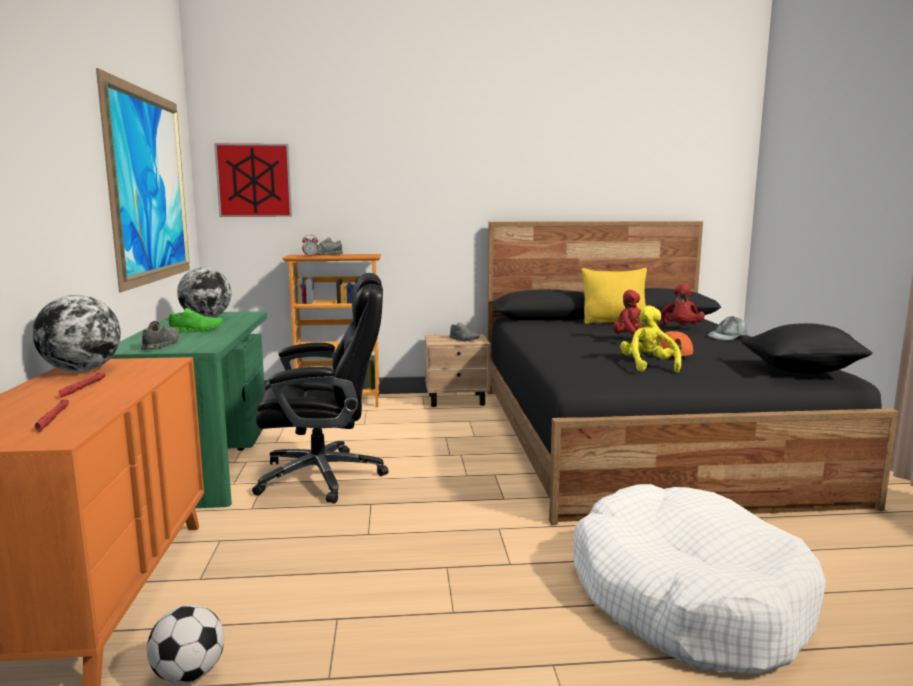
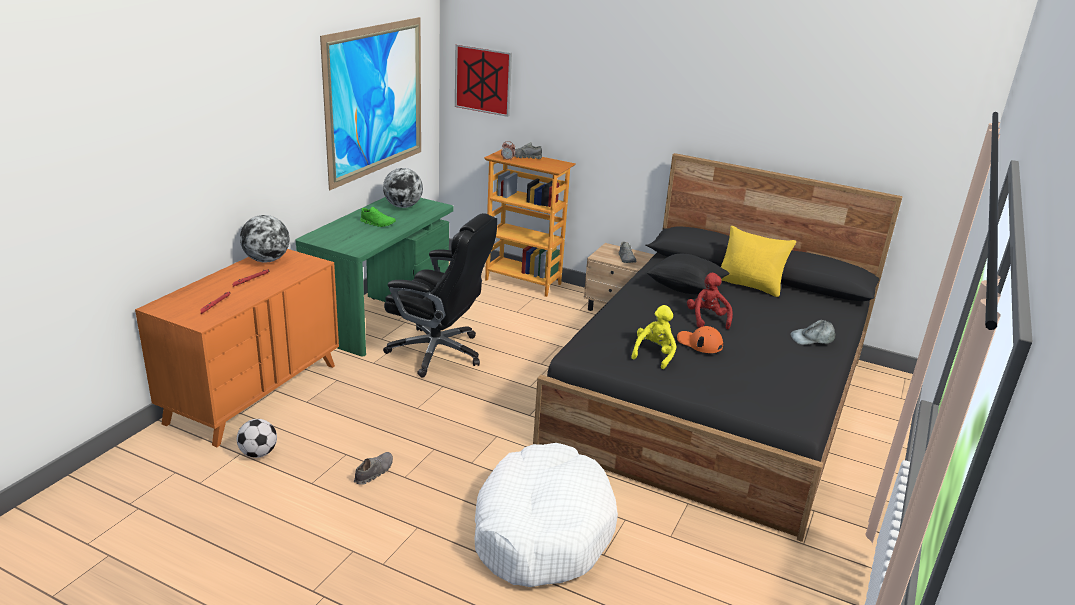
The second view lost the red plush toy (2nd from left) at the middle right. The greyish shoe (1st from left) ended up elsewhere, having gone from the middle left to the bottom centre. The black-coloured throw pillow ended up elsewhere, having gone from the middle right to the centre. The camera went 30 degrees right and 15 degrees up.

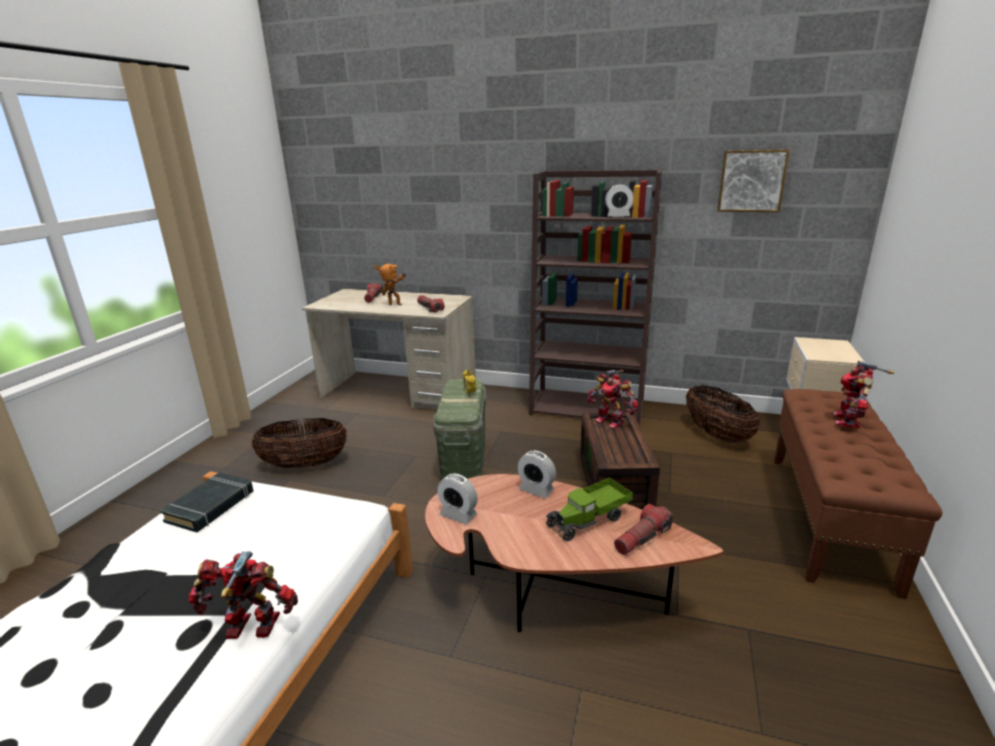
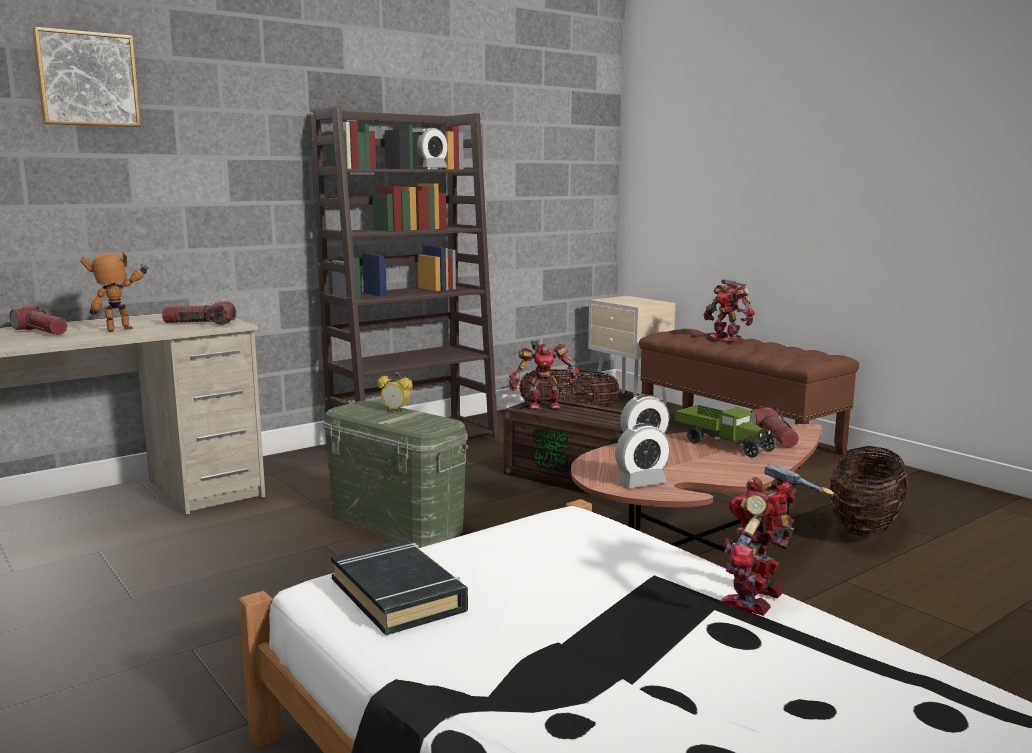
The picture ended up elsewhere, having gone from the top right to the top left. The household basket (1st from left in the first image) ended up elsewhere, having gone from the middle left to the middle right. The toy lorry at the bottom centre ended up facing another way, 45 degrees counterclockwise from before. The camera went 55 degrees left and 10 degrees down.

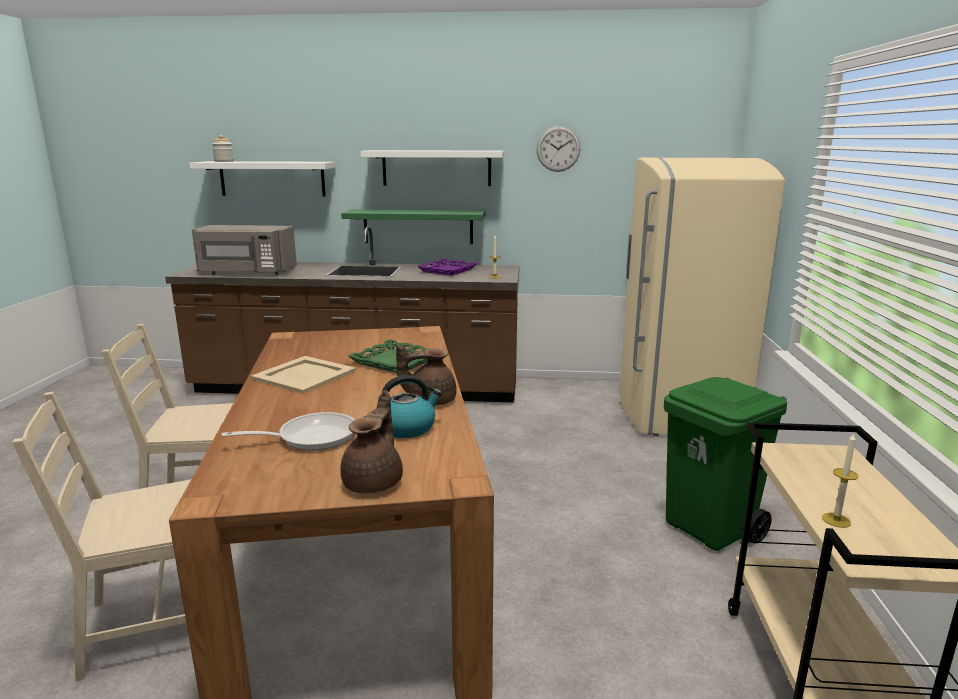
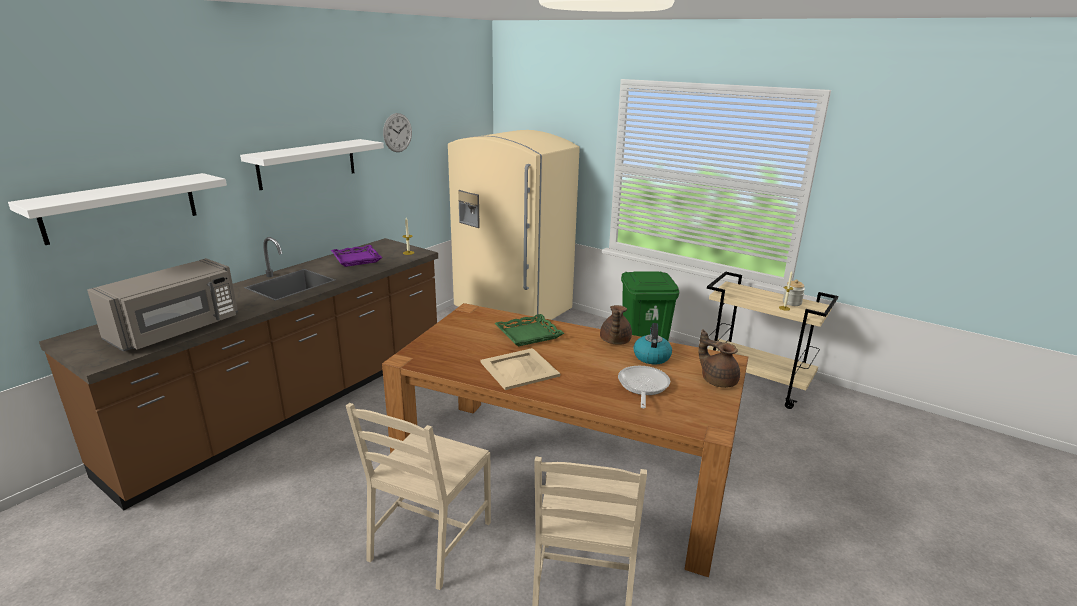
The preserve jar ended up elsewhere, having gone from the top left to the middle right. The second view lost the greenish shelf at the top centre. The camera went 60 degrees left and 5 degrees up.

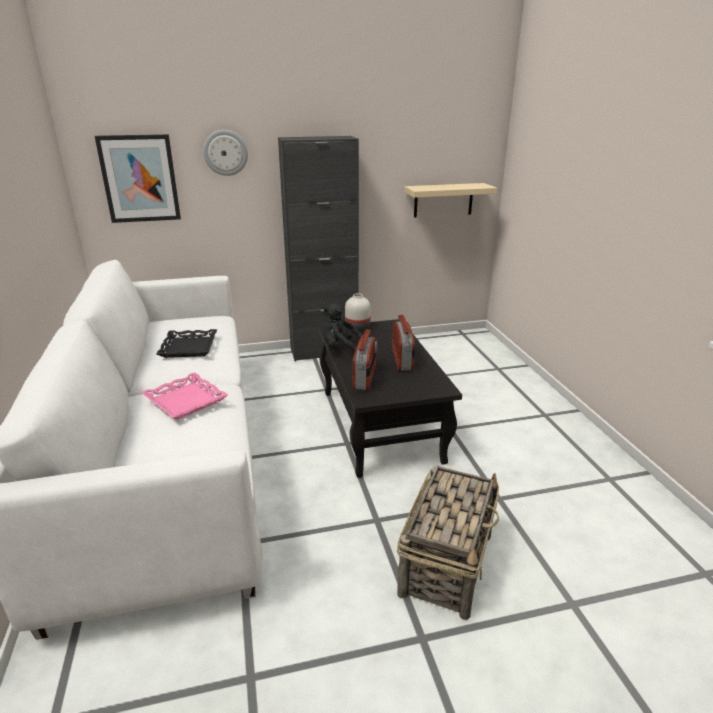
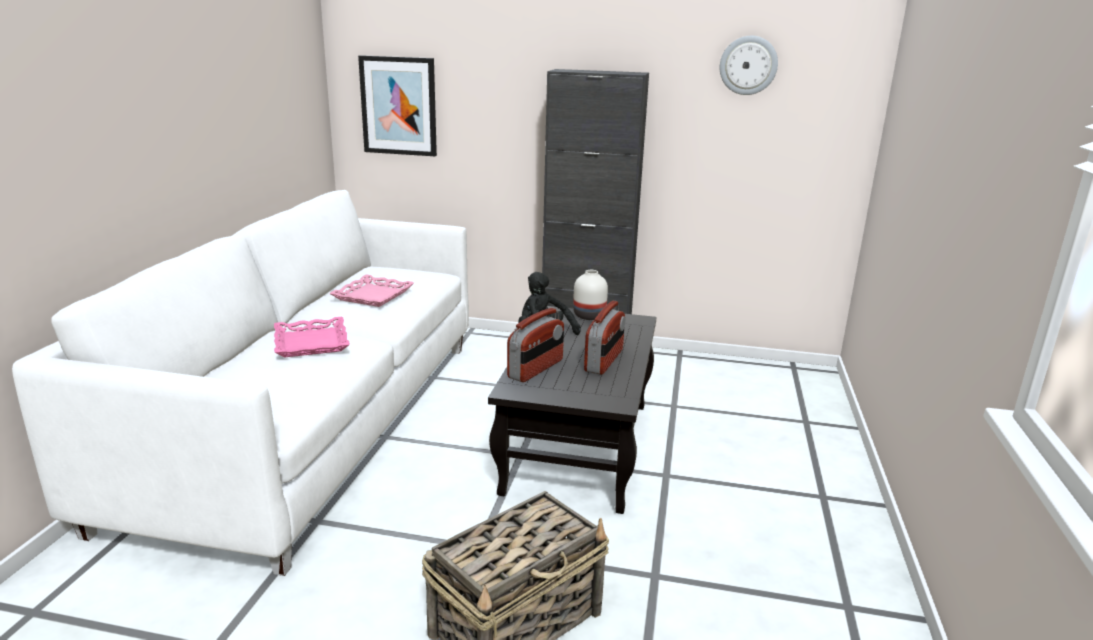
The clock on the wall ended up elsewhere, having gone from the top left to the top right. The second view lost the beige shelf at the top centre. What was the black-coloured carrying tray at the middle left turned into the pinkish carrying tray (2nd from left) at the centre. The camera went 25 degrees right and 5 degrees down.

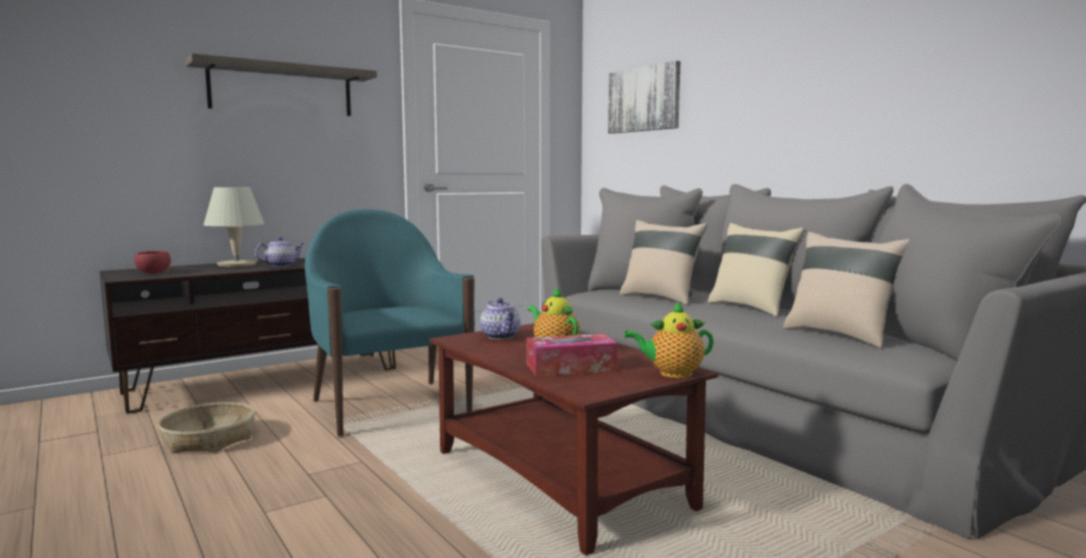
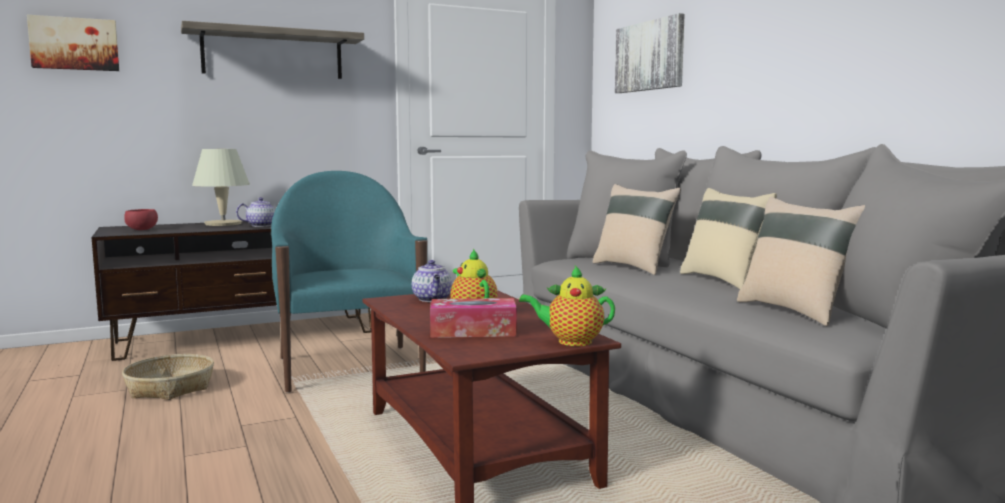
The second view gained the picture (1st from left) at the top left. The camera went 10 degrees right and 0 degrees up.

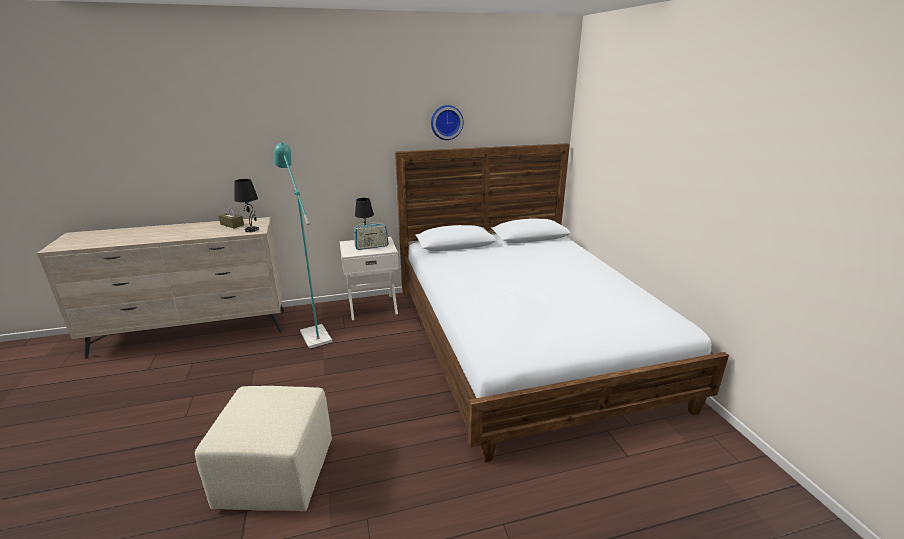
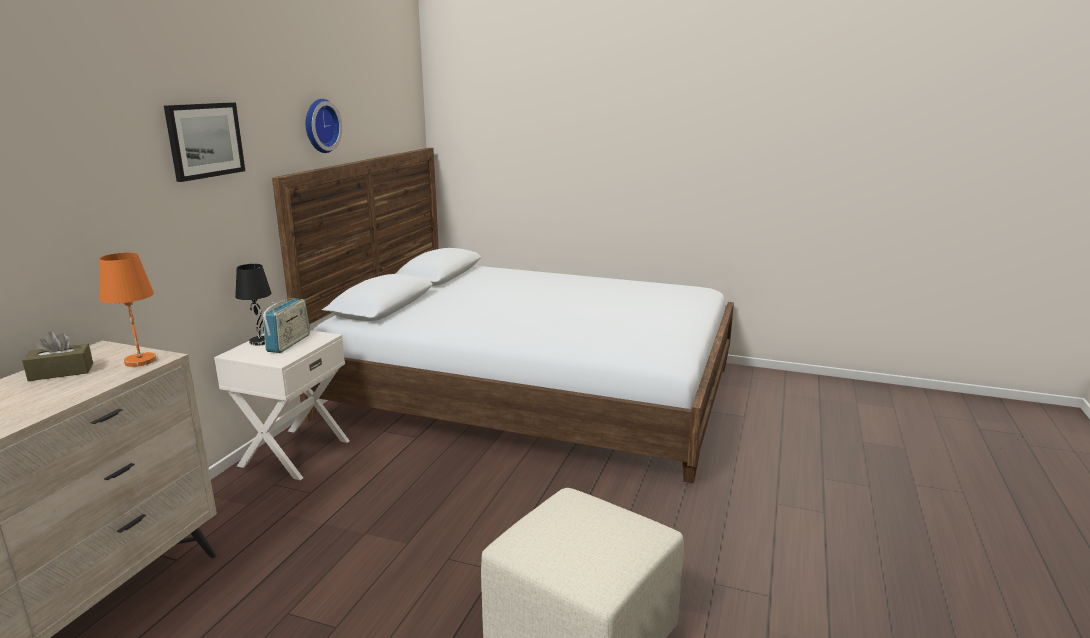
The second view lost the turquoise-coloured floor lamp at the centre. What was the black-coloured tabletop lamp (1st from left) at the middle left turned into the orange-coloured tabletop lamp at the middle left. The second view gained the picture at the top left. The camera went 55 degrees left and 5 degrees down.

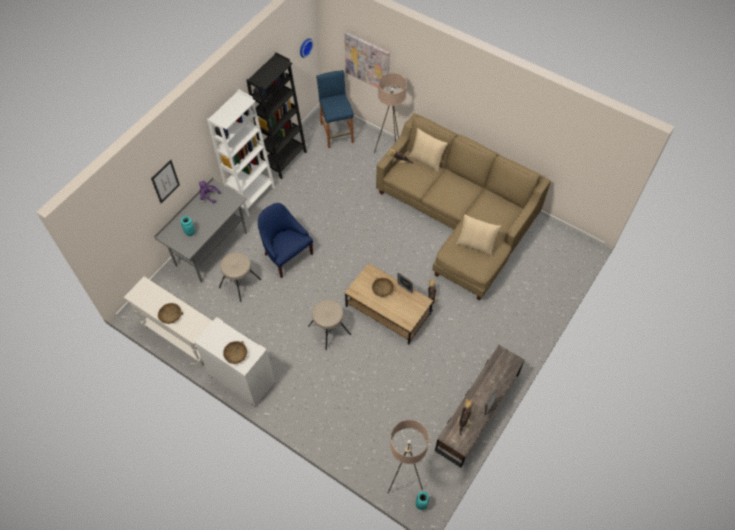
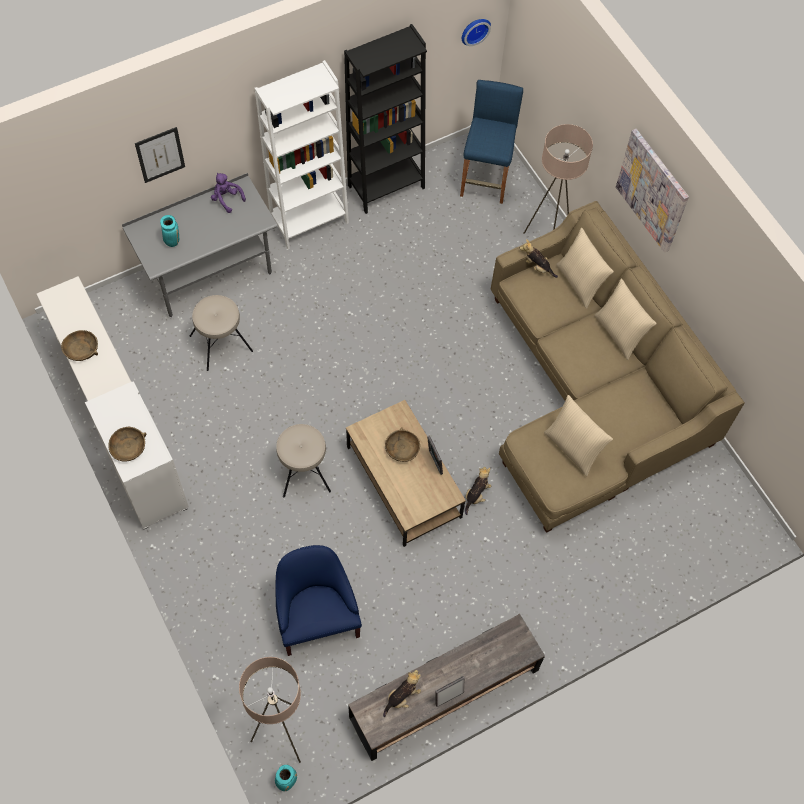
The picture (2nd from left) ended up elsewhere, having gone from the top centre to the top right. The bluish armchair ended up elsewhere, having gone from the centre to the bottom centre. The second view gained the beige throw pillow (3rd from left) at the middle right. The camera went 25 degrees right and 5 degrees up.

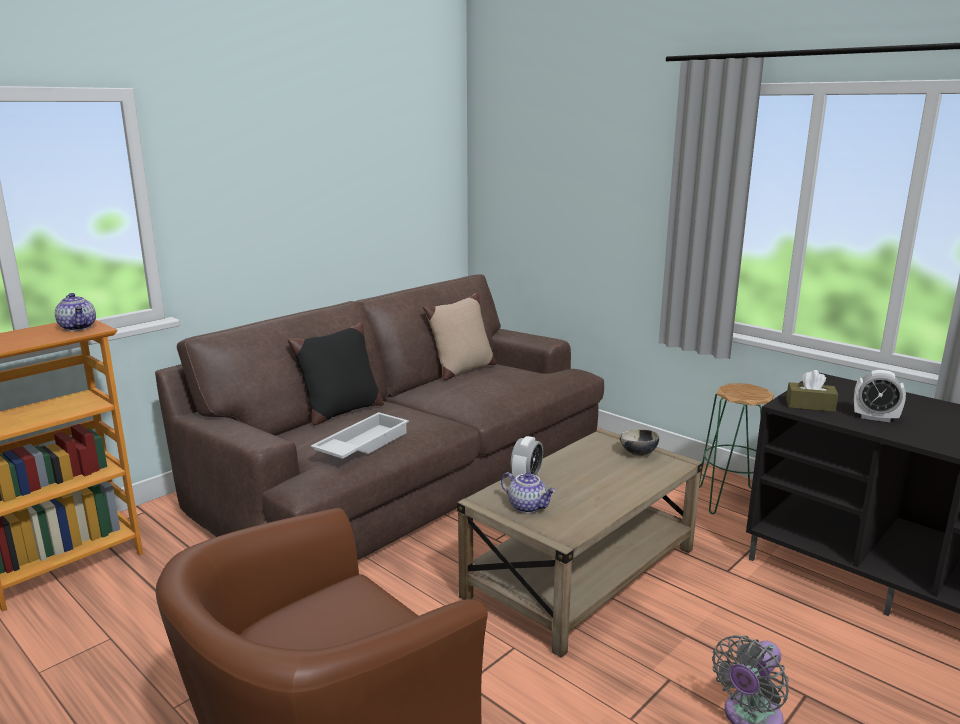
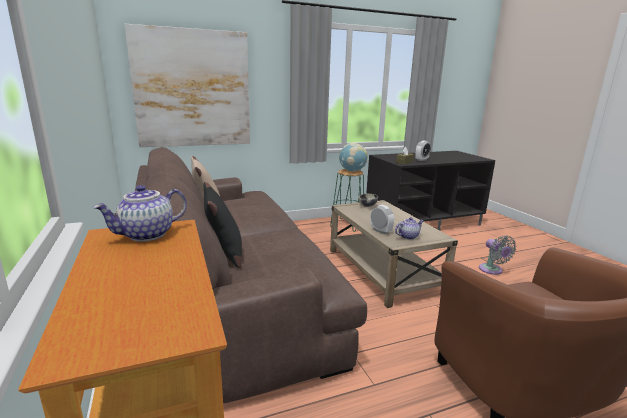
The tea pot (1st from left) at the middle left ended up facing another way, 150 degrees clockwise from before. The second view lost the whitish carrying tray at the centre. The second view gained the picture at the top left. The second view gained the world globe at the centre. The camera went 65 degrees left and 0 degrees up.

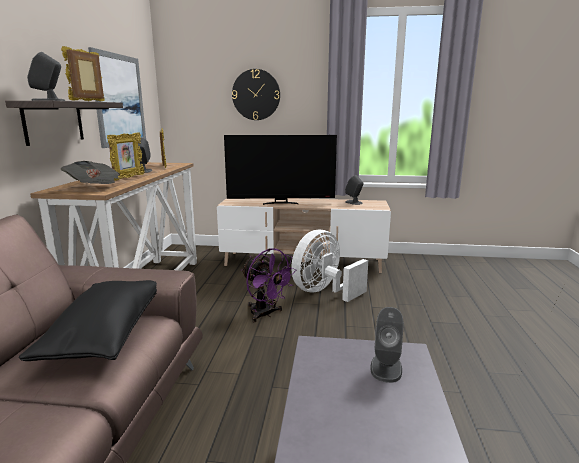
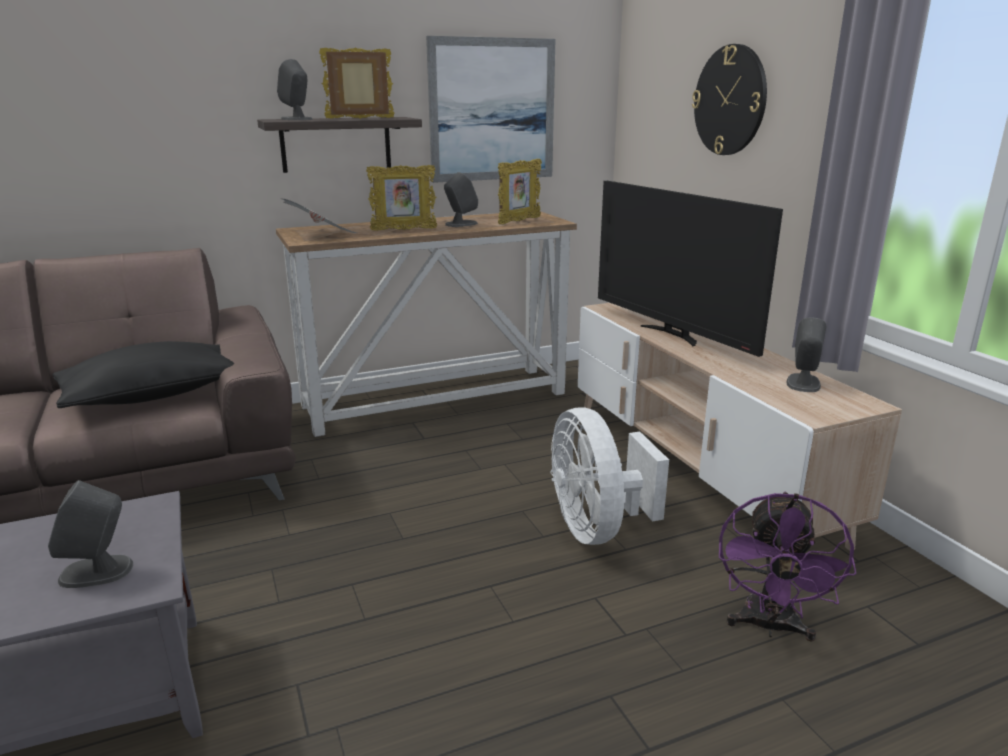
The whitish fan at the centre ended up facing another way, 120 degrees counterclockwise from before. The purple-coloured fan ended up elsewhere, having gone from the centre to the bottom right. The camera went 60 degrees right and 5 degrees up.

